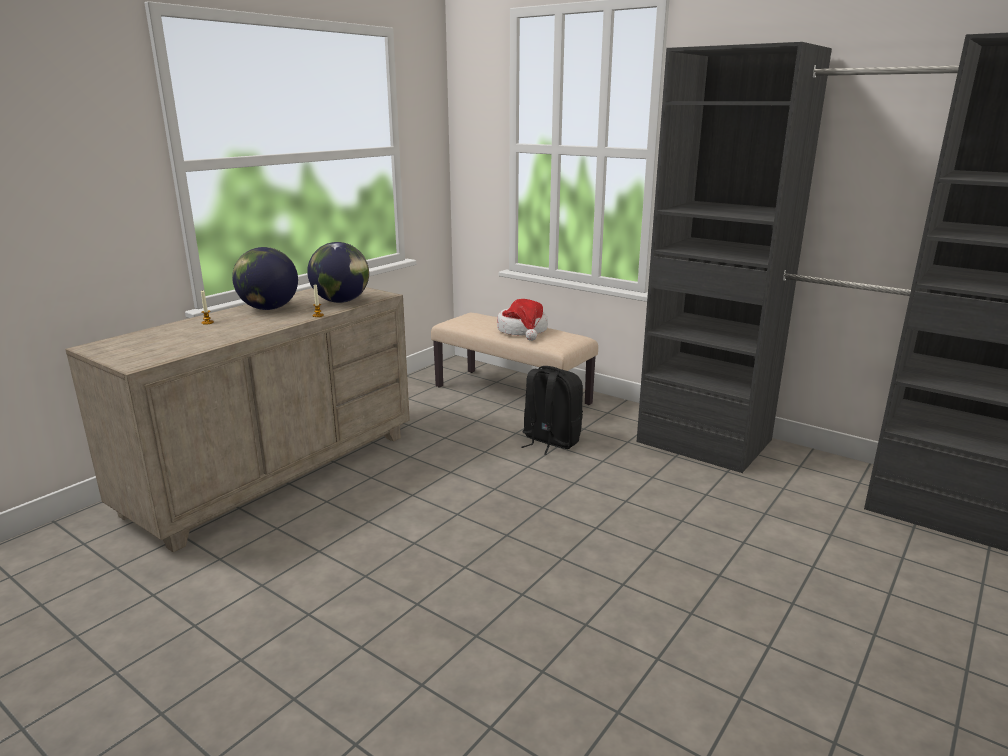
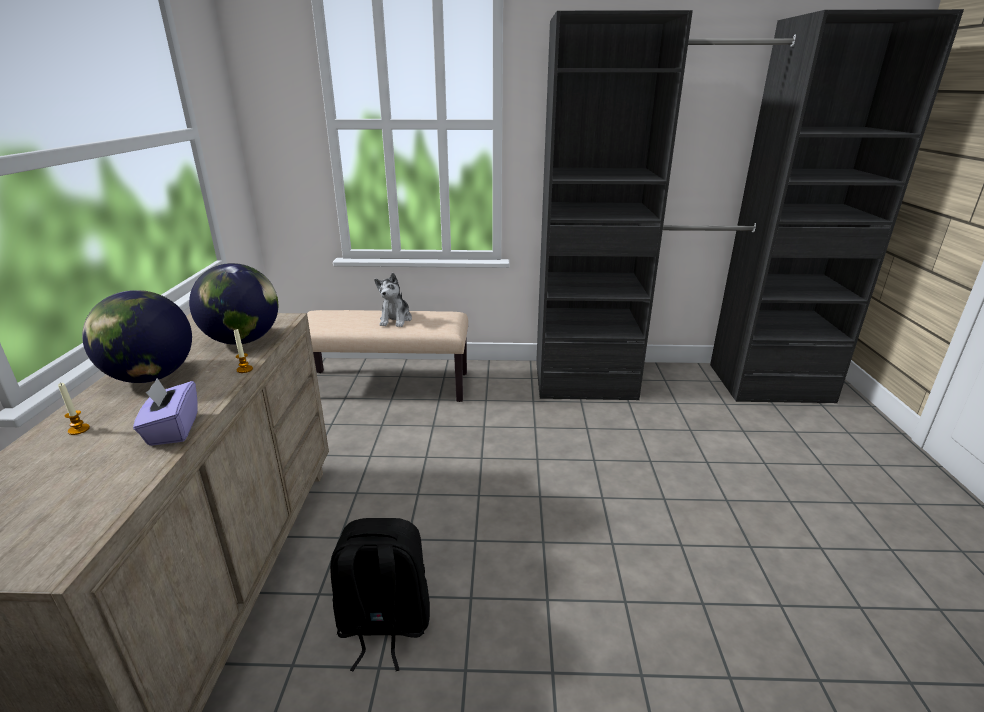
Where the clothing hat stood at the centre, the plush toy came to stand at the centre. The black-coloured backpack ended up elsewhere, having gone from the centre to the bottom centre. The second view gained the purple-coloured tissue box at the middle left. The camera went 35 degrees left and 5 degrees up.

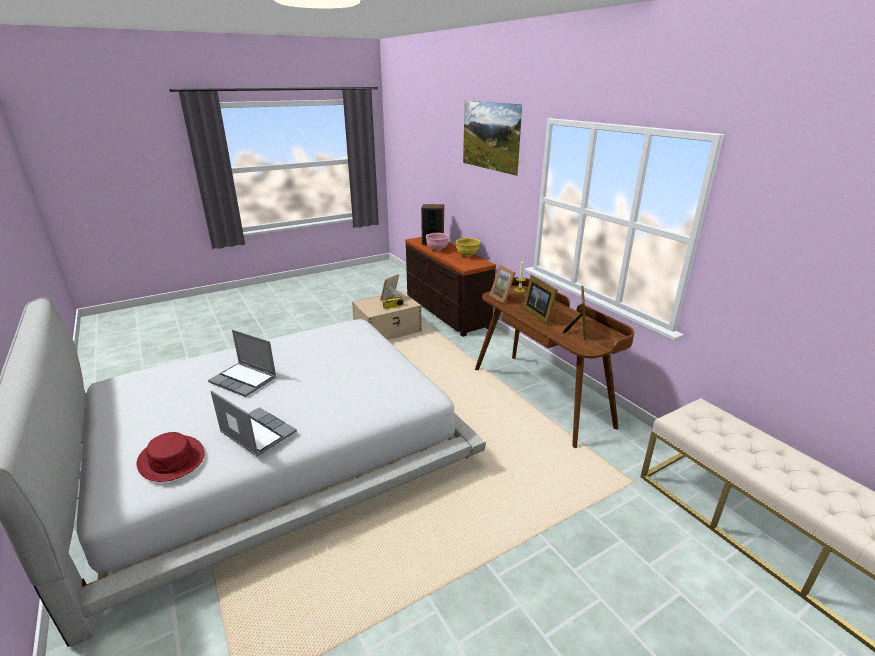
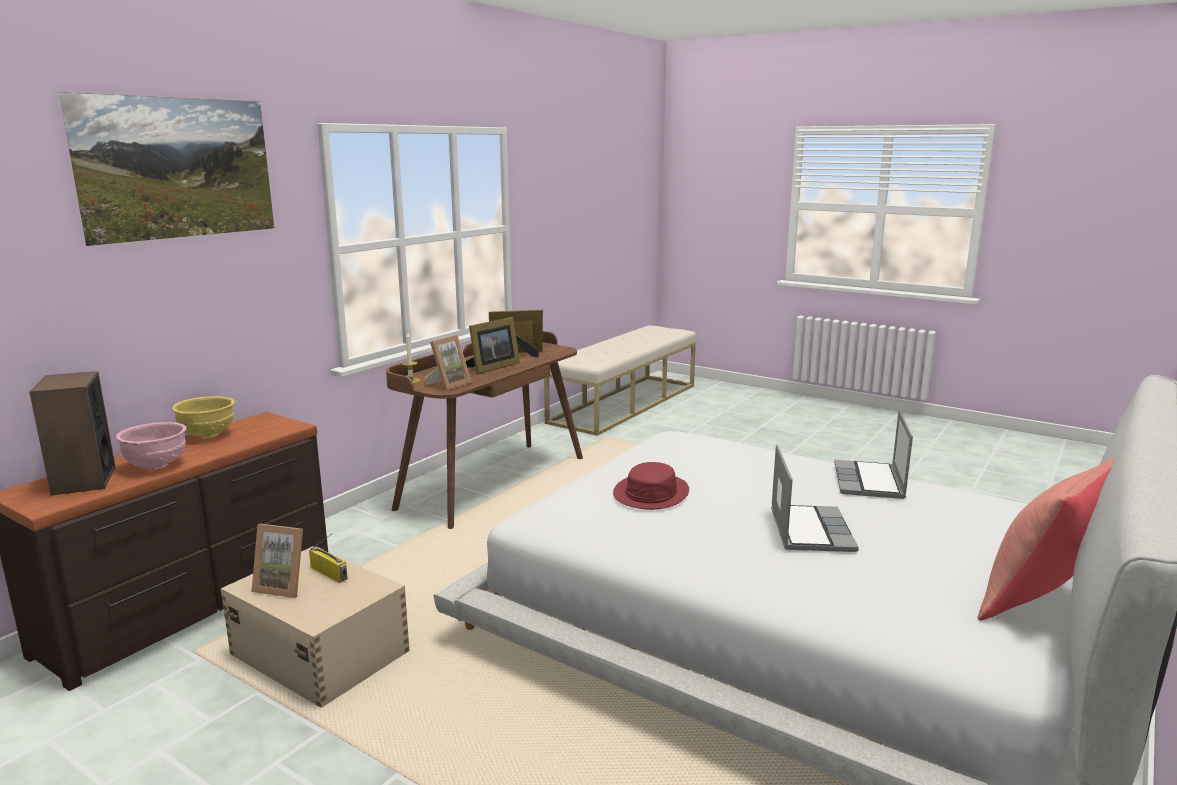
The red clothing hat ended up elsewhere, having gone from the bottom left to the centre. The second view gained the red throw pillow at the bottom right. The camera went 115 degrees left and 10 degrees down.

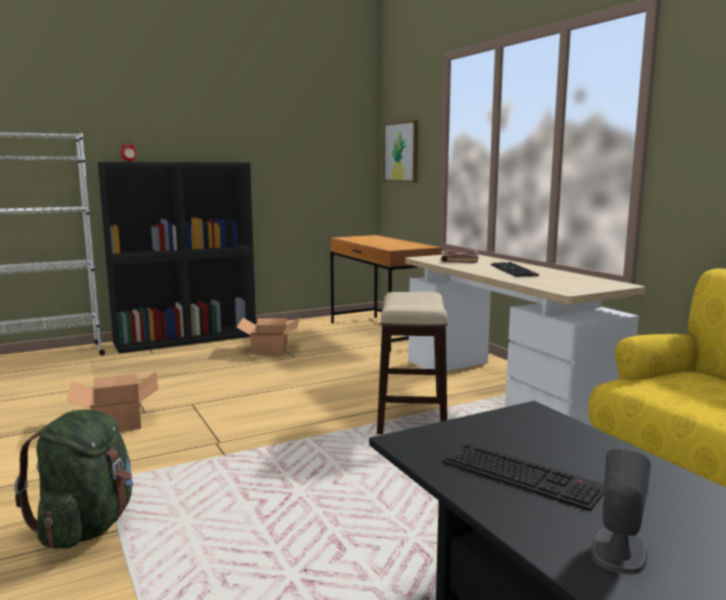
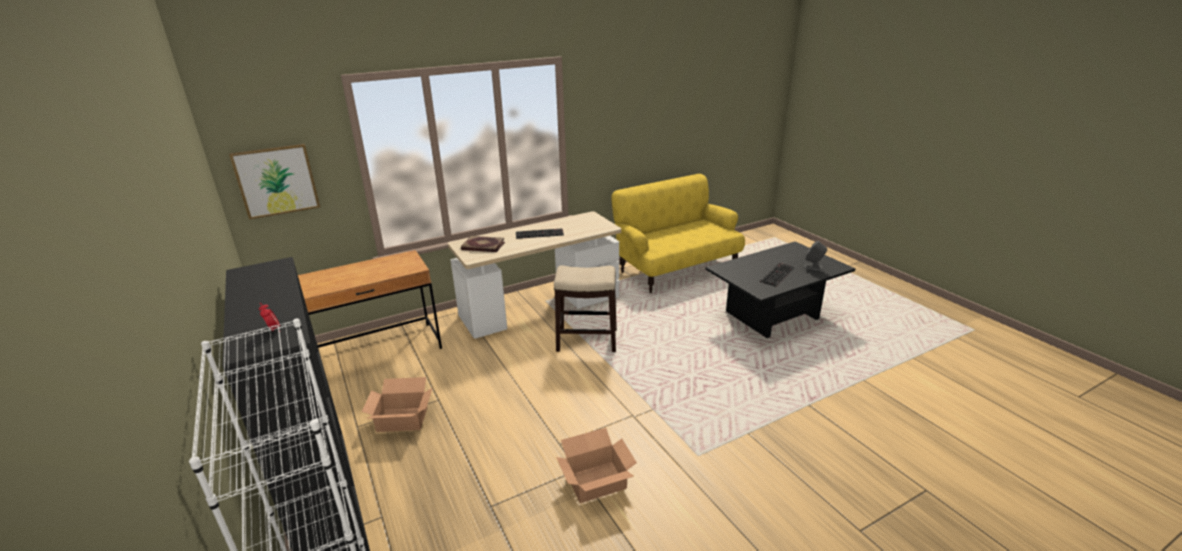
The second view lost the greenish backpack at the bottom left. The camera went 90 degrees left and 15 degrees up.

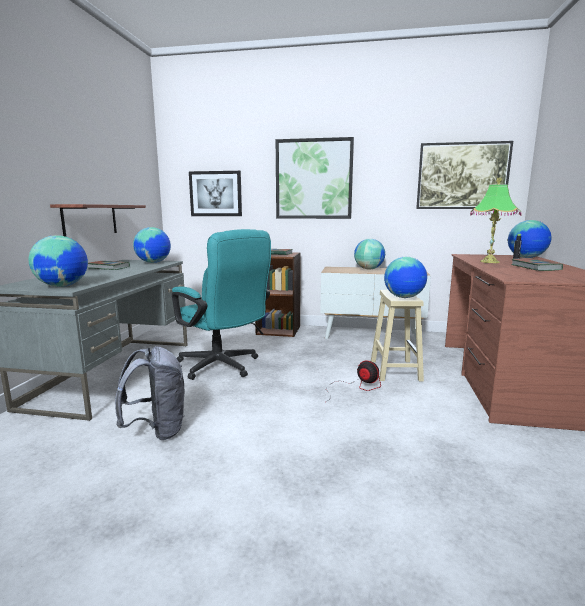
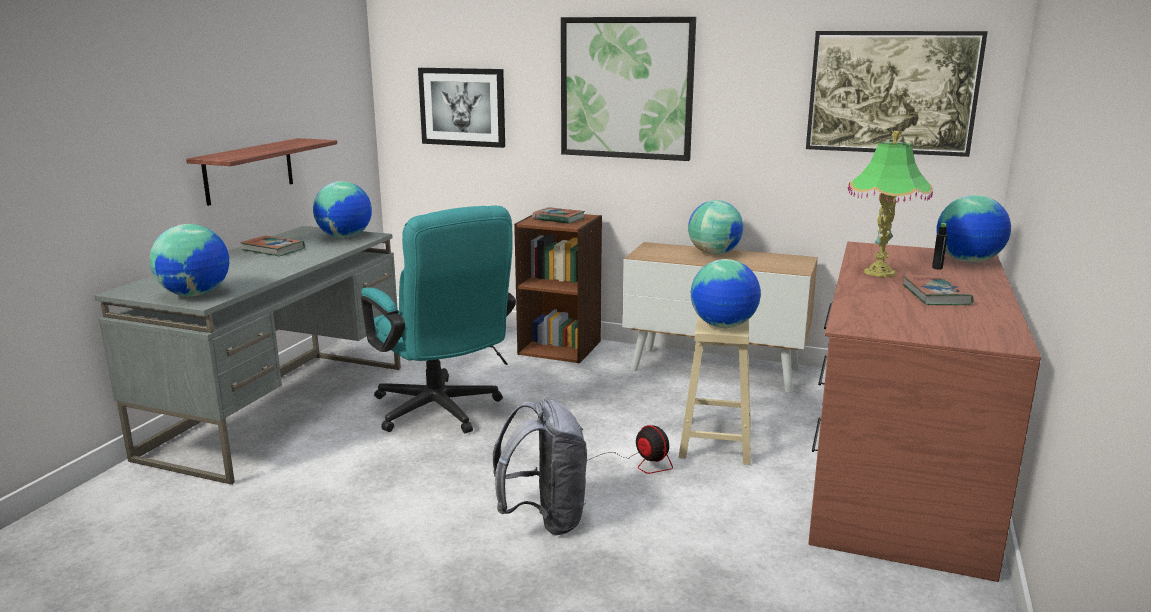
The greyish backpack ended up elsewhere, having gone from the middle left to the bottom centre. The camera went 10 degrees right and 5 degrees up.

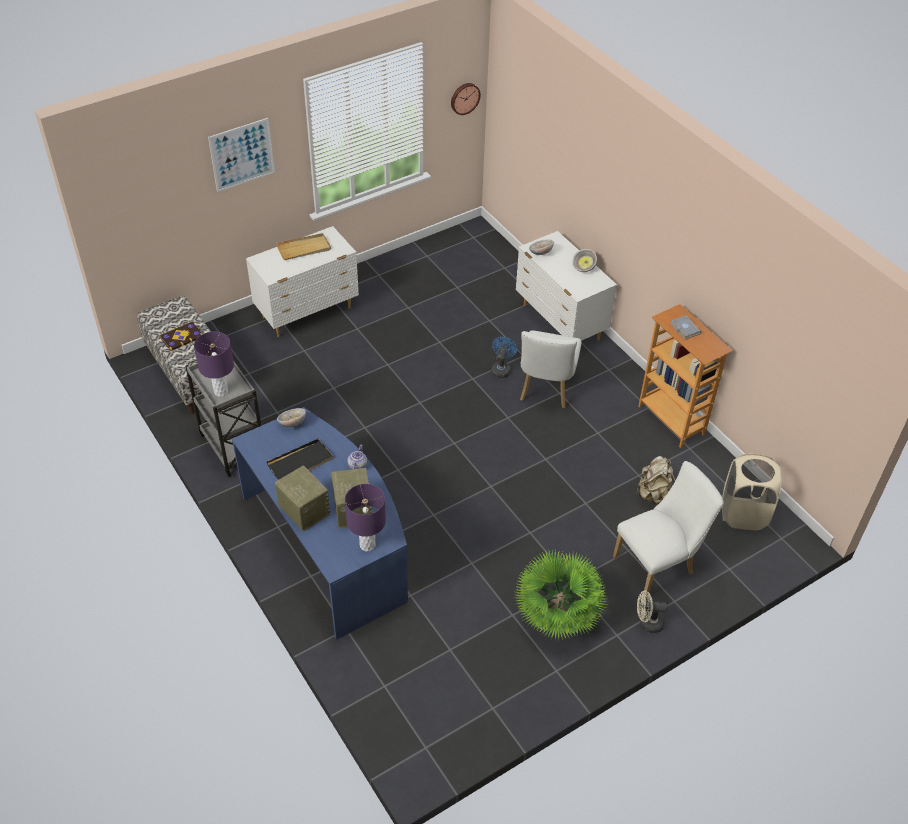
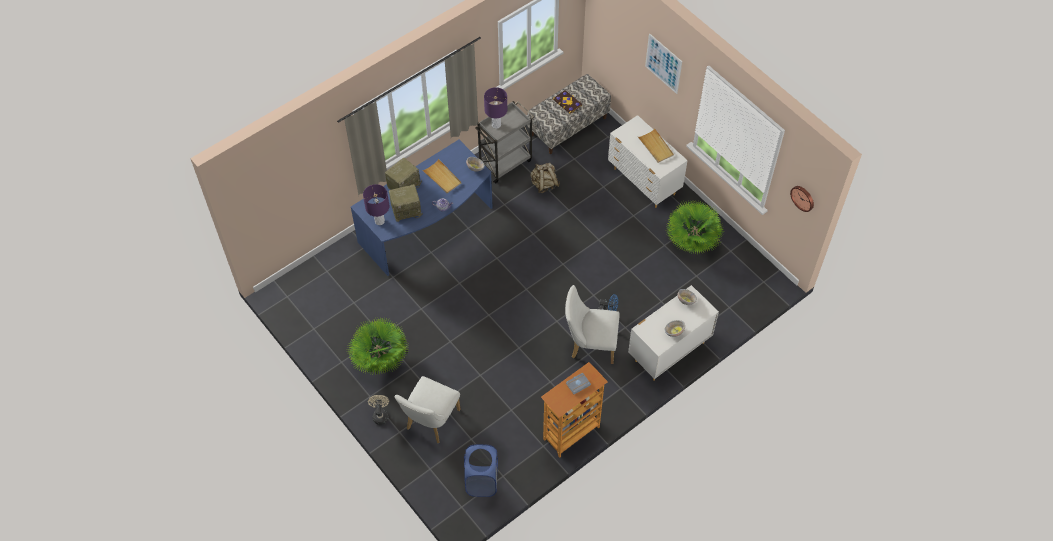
What was the black-coloured carrying tray at the middle left turned into the beige carrying tray (1st from left) at the top centre. What was the beige hamper at the middle right turned into the bluish hamper at the bottom centre. The beige backpack ended up elsewhere, having gone from the middle right to the top centre. The whitish plain chair (2nd from left in the first image) at the middle right ended up facing another way, 60 degrees clockwise from before. The second view gained the potted plant (2nd from left) at the centre. The camera went 85 degrees right and 10 degrees up.

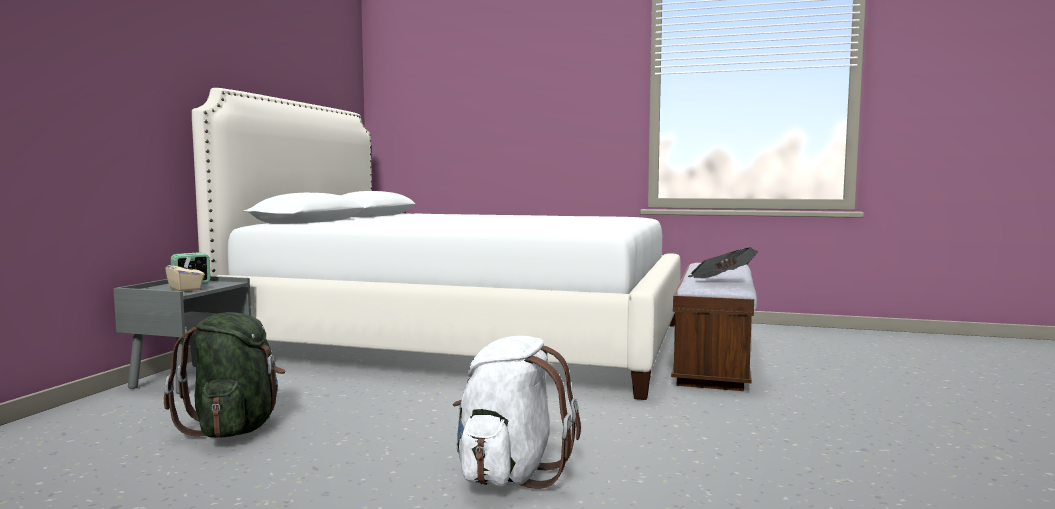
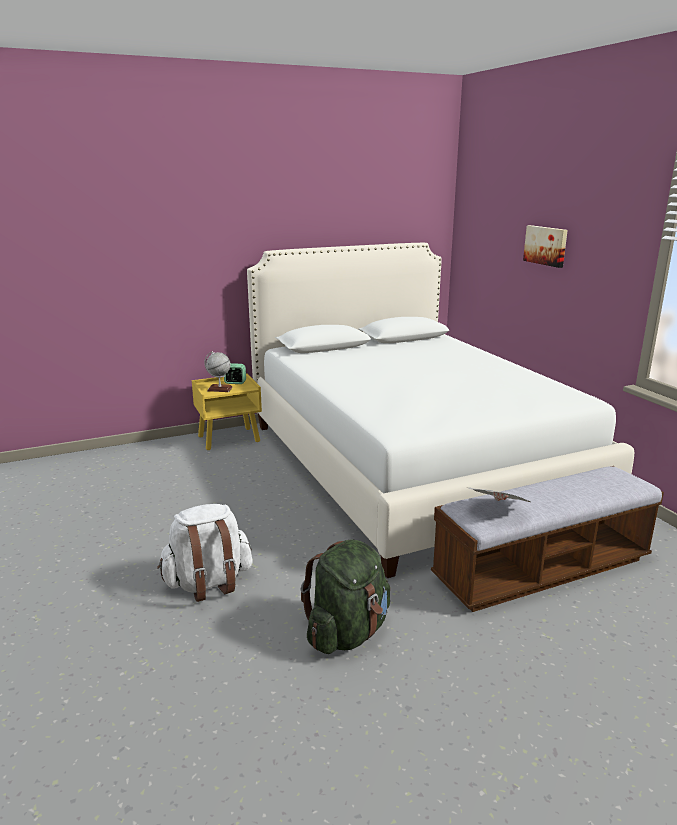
Where the beige tissue box stood at the middle left, the world globe came to stand at the middle left. What was the greyish night table at the middle left turned into the yellow-coloured night table at the centre. The greenish backpack ended up elsewhere, having gone from the bottom left to the bottom centre. The second view gained the picture at the top right. The camera went 50 degrees right and 15 degrees up.

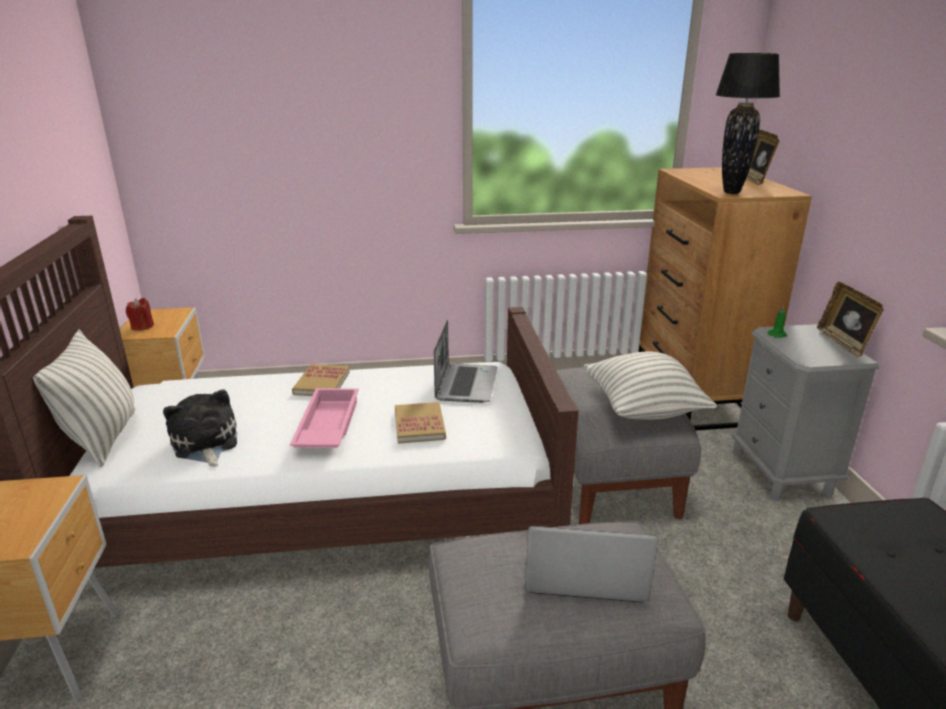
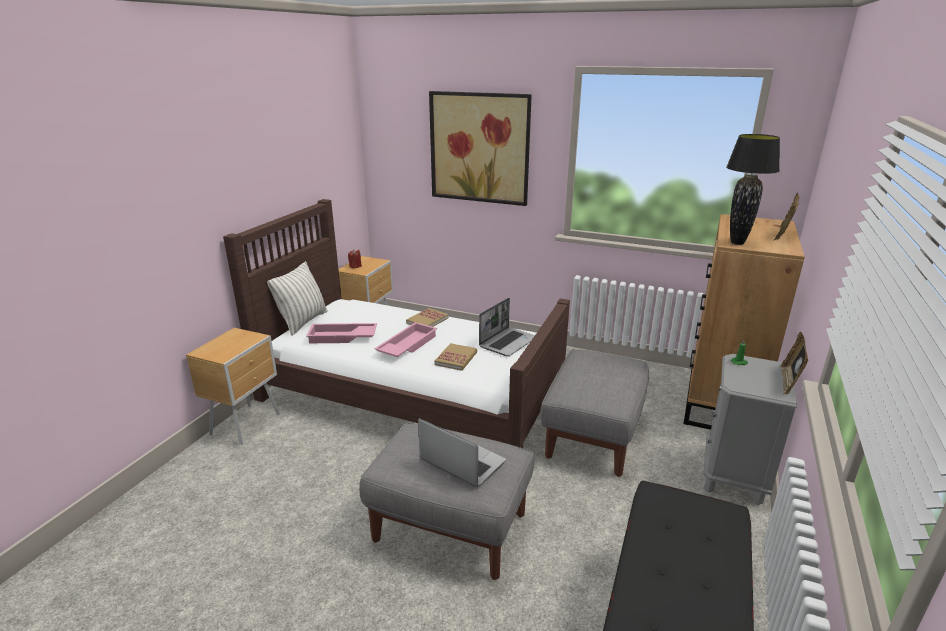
The second view lost the throw pillow (2nd from left) at the middle right. Where the plush toy stood at the middle left, the pinkish carrying tray (1st from left) came to stand at the centre. The second view gained the picture at the top centre. The camera went 30 degrees right and 0 degrees up.

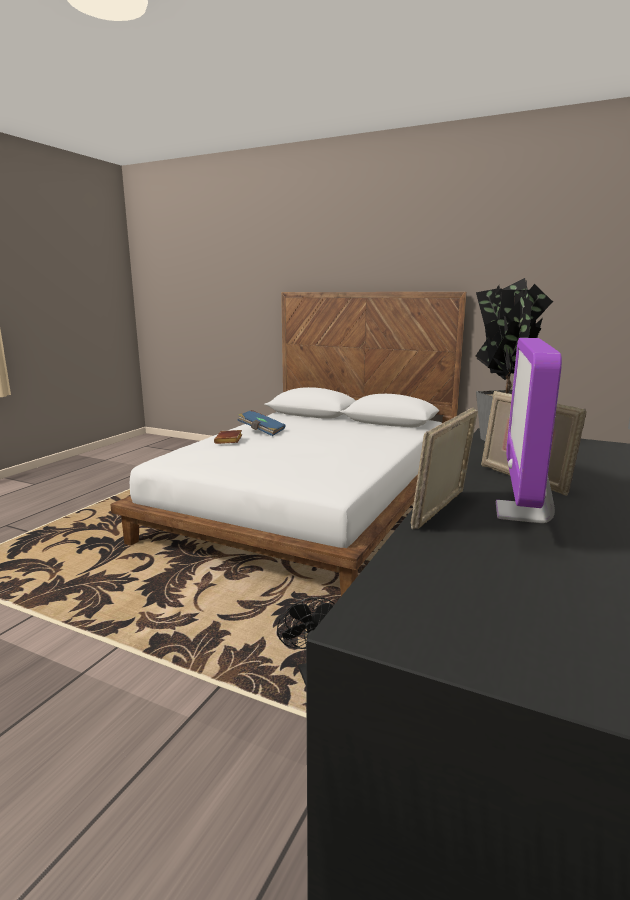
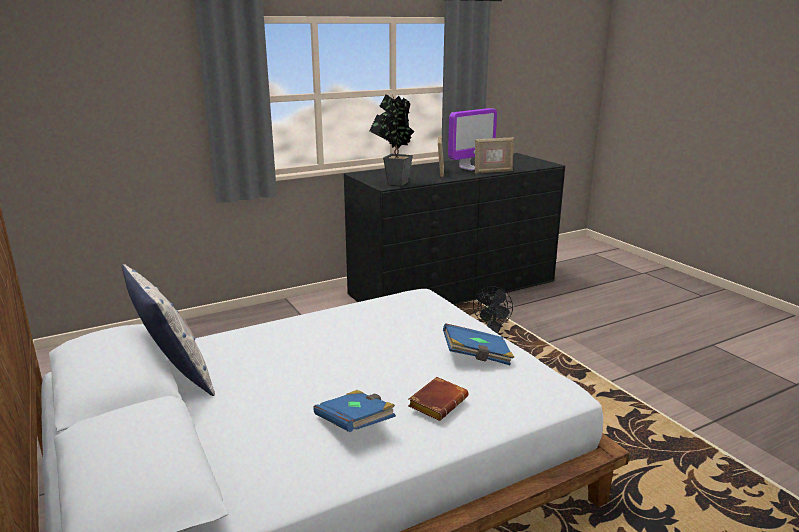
The second view gained the throw pillow at the middle left. The second view gained the bluish book (2nd from left) at the centre. The camera went 145 degrees left and 5 degrees up.

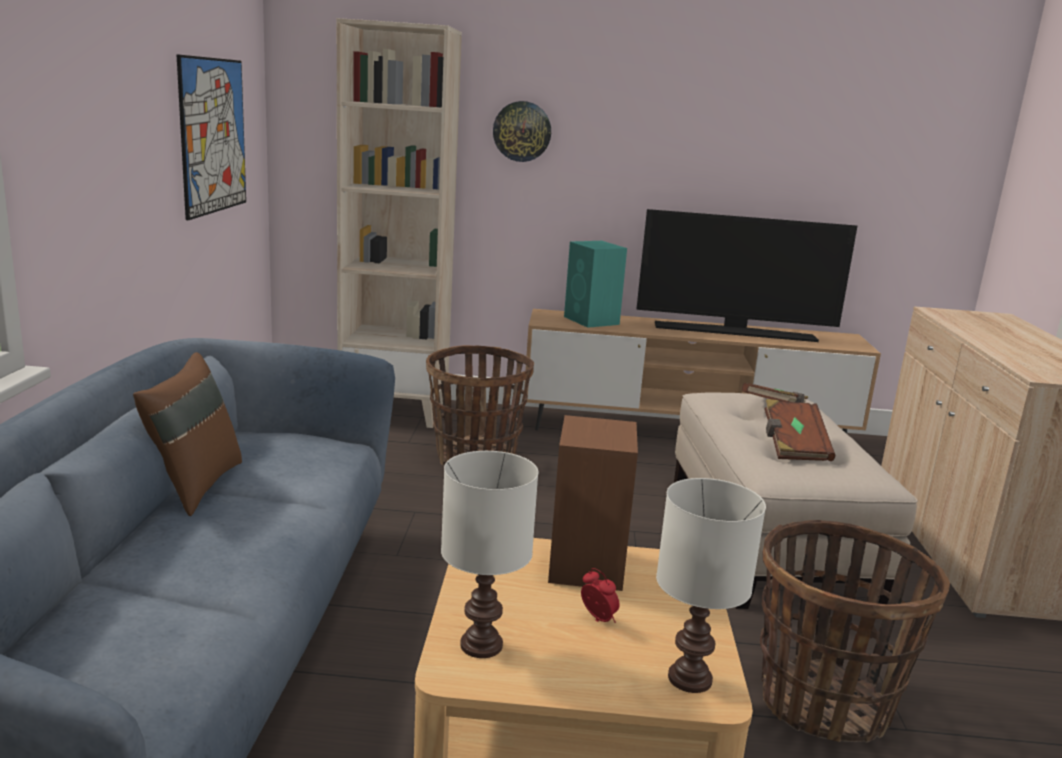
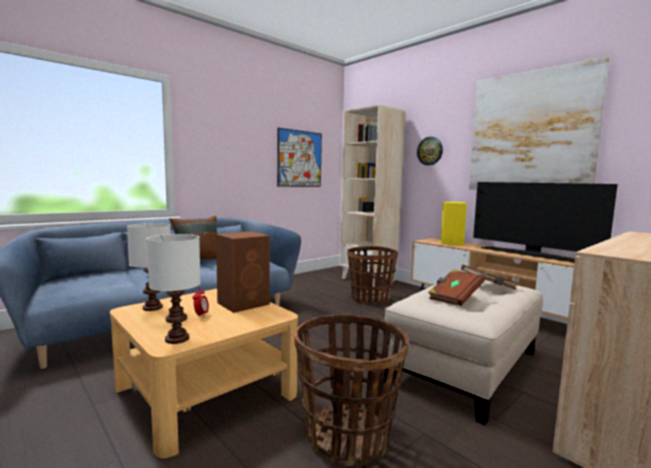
What was the turquoise-coloured speaker at the centre turned into the yellow-coloured speaker at the middle right. The second view gained the picture (2nd from left) at the top right. The camera went 45 degrees right and 10 degrees down.

